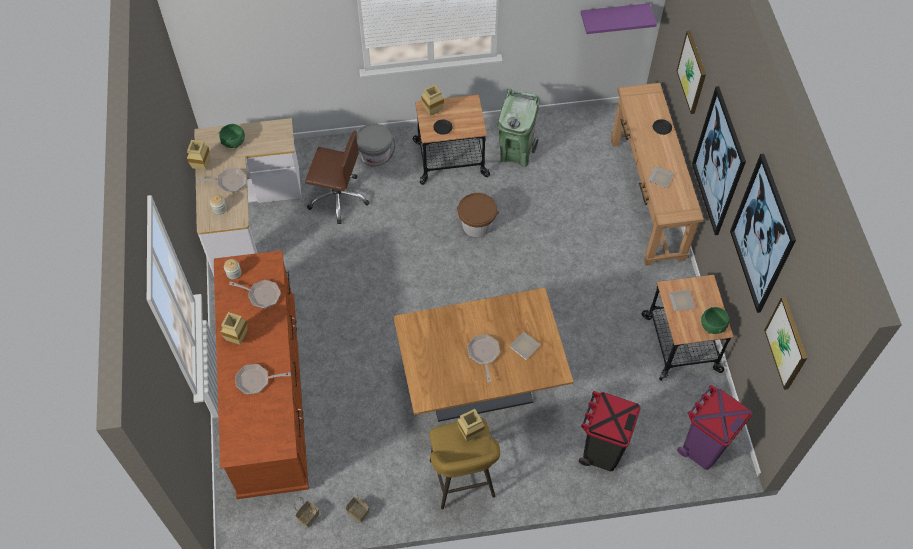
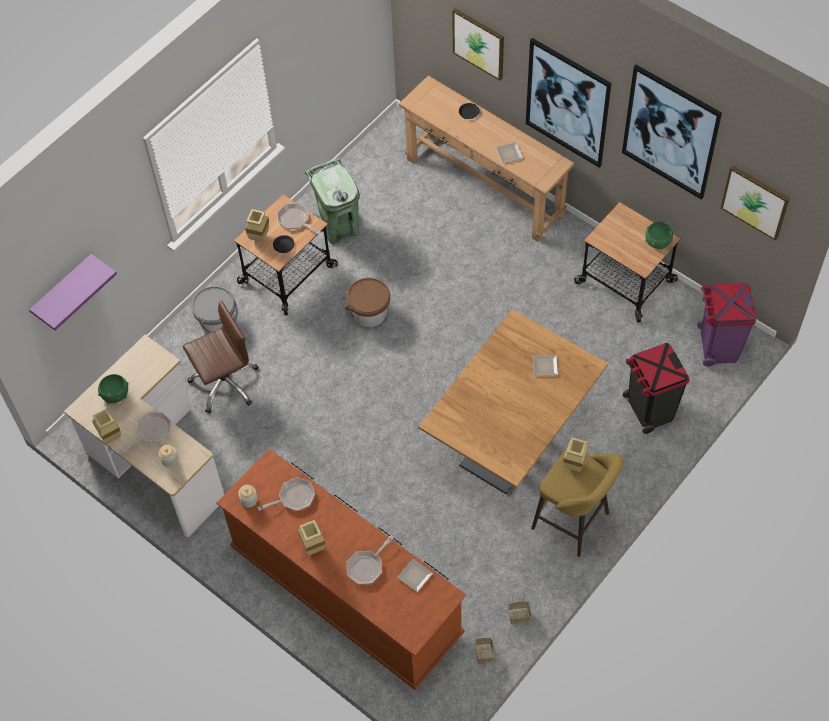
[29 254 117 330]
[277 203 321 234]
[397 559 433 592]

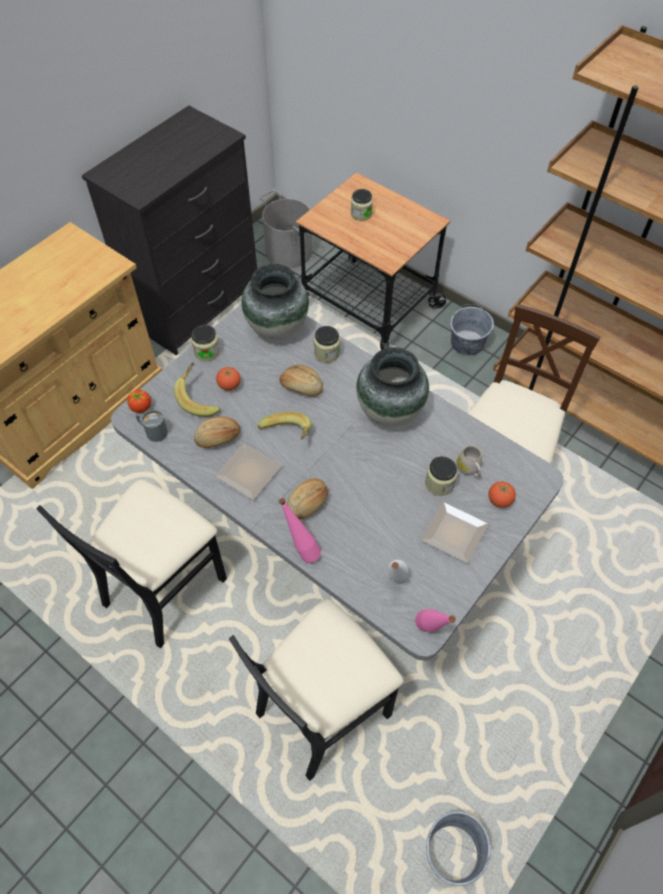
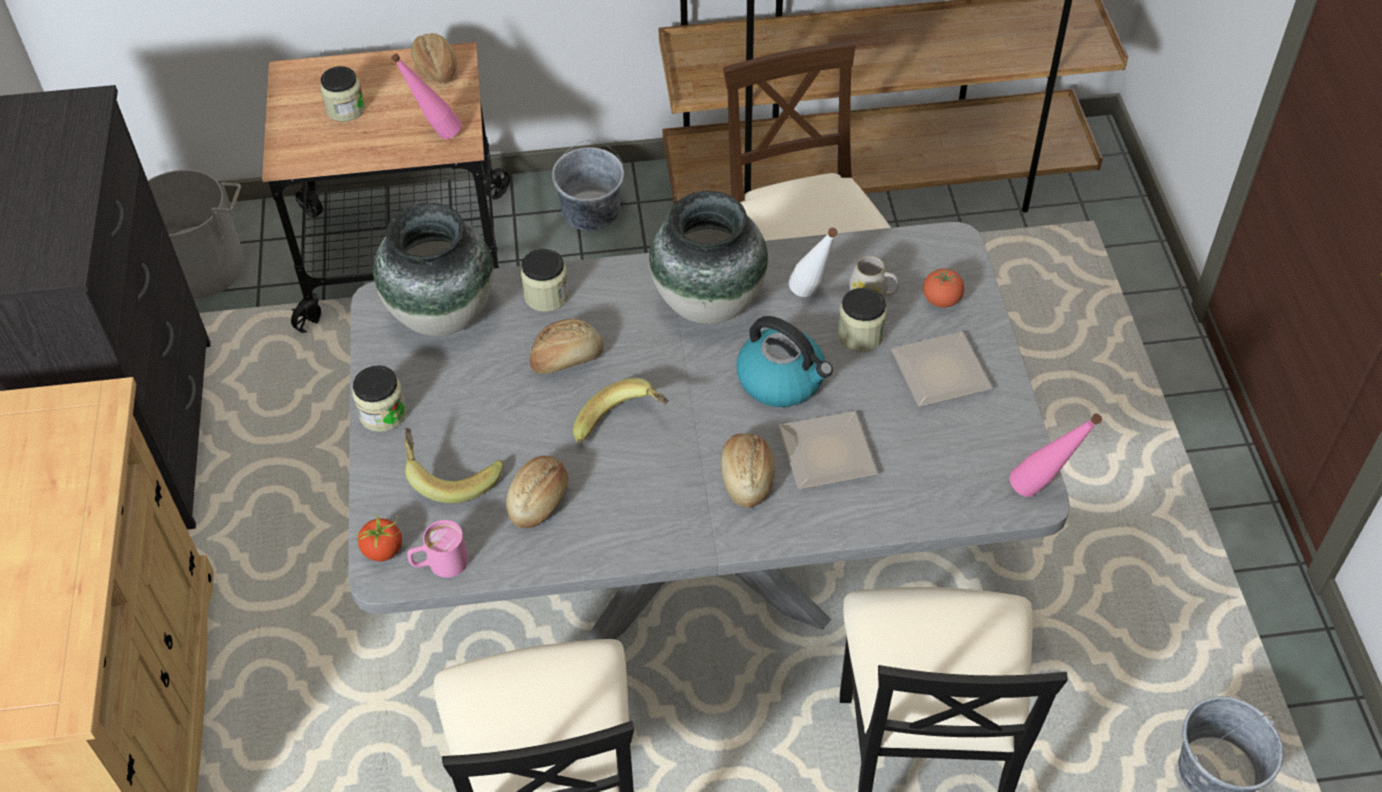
[391 53 462 139]
[407 520 468 578]
[411 33 457 83]
[736 316 833 407]
[778 411 878 489]
[789 228 838 297]
[216 367 241 391] (first image)

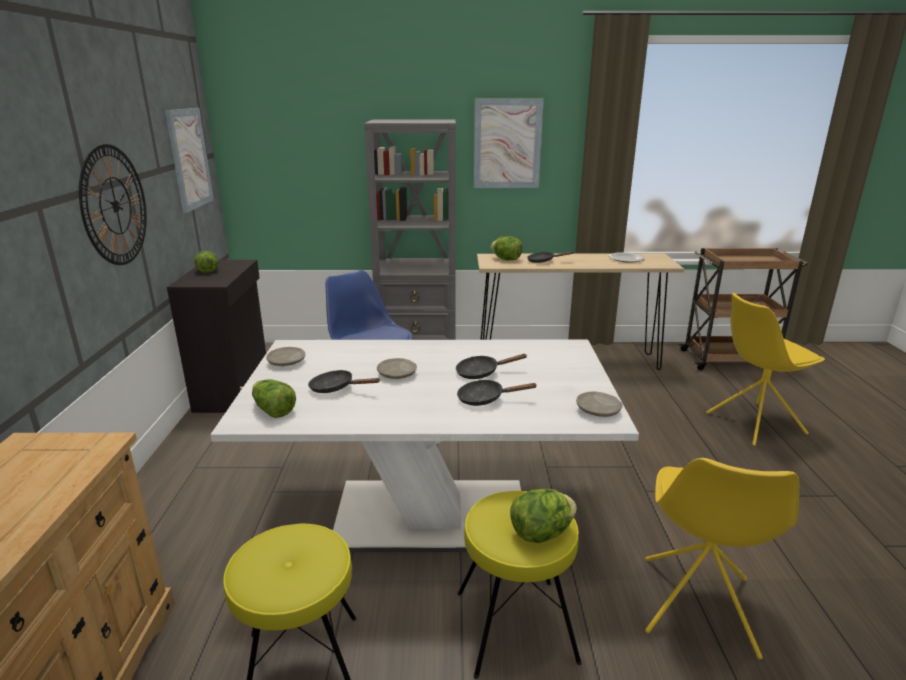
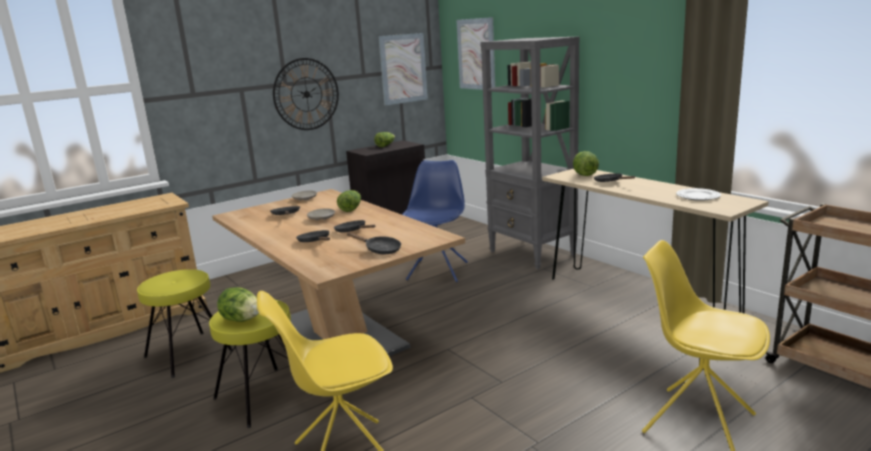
[212 189 465 356]
[337 190 361 212]
[347 232 401 254]
[457 17 495 90]
[576 391 623 417] (first image)

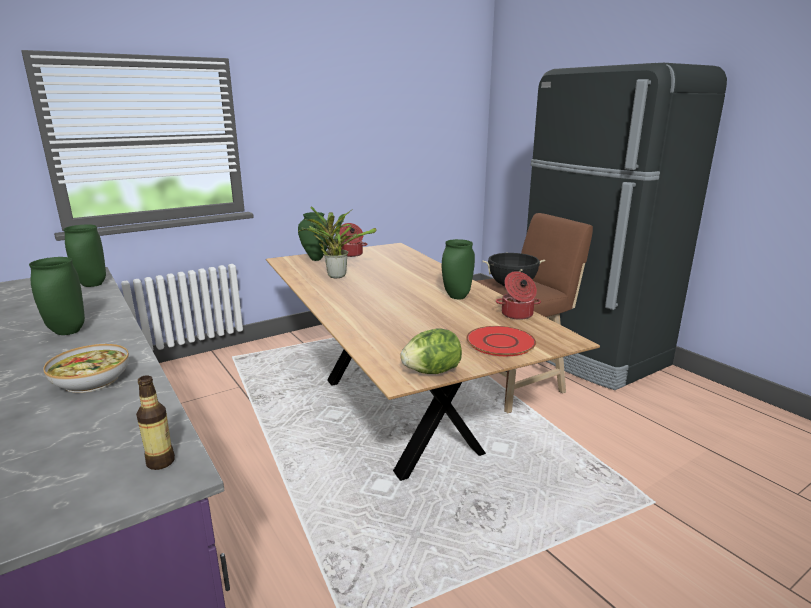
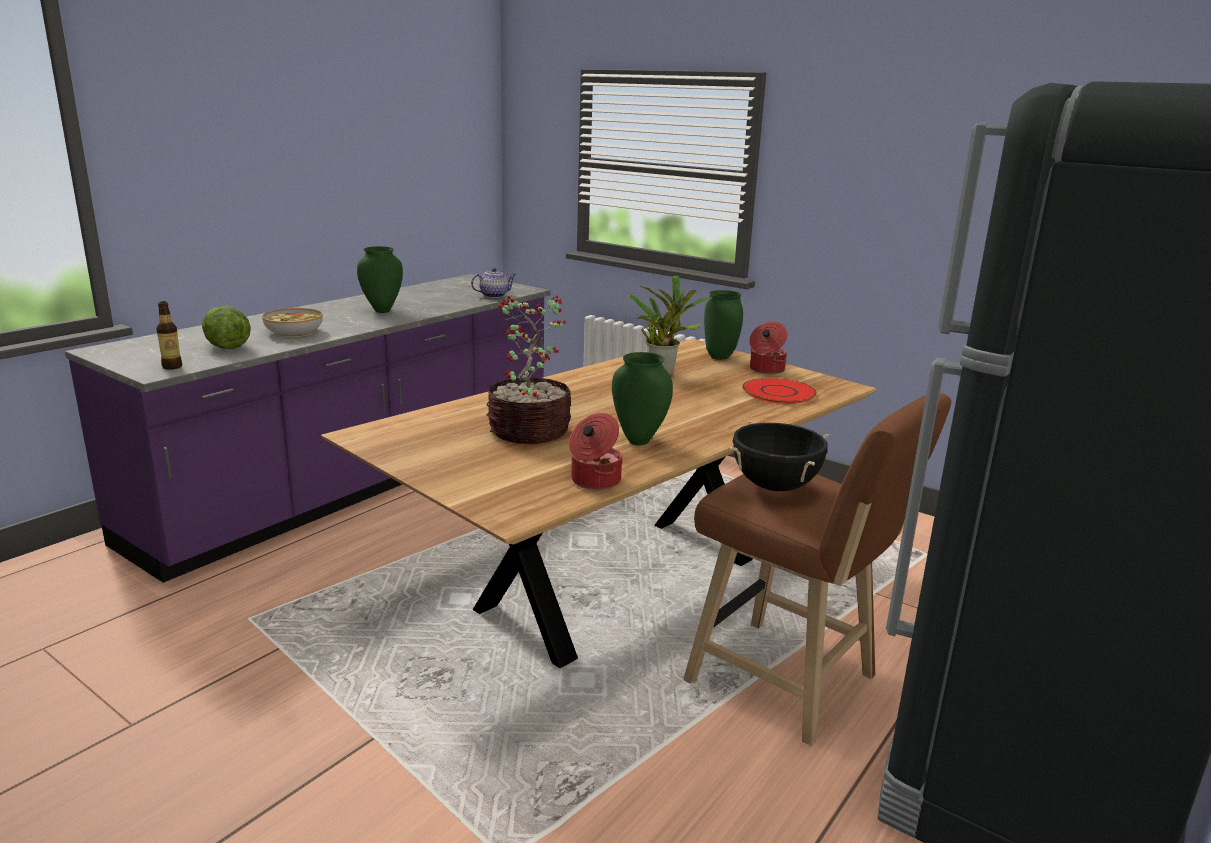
[202 306 251 349]
[471 268 516 298]
[486 296 571 444]
[742 378 817 404]

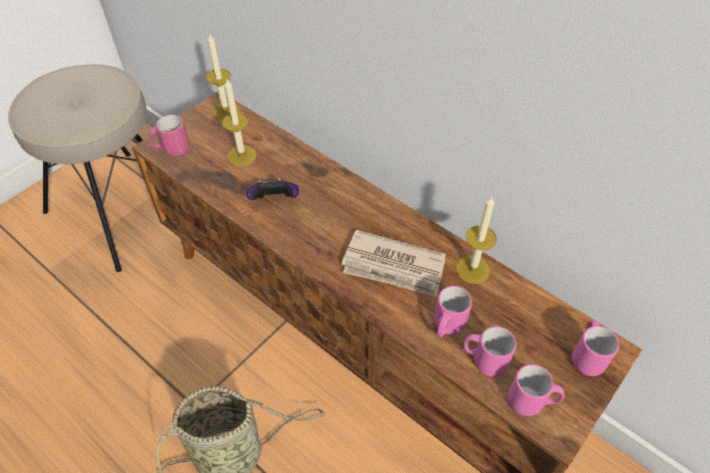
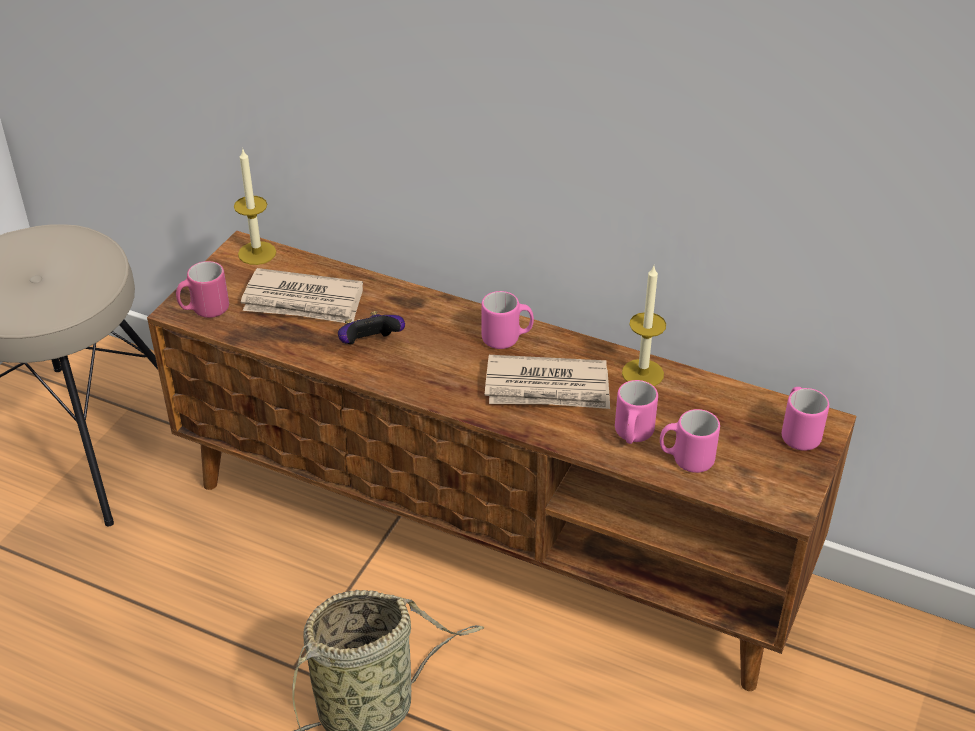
[241 268 363 323]
[481 291 534 349]

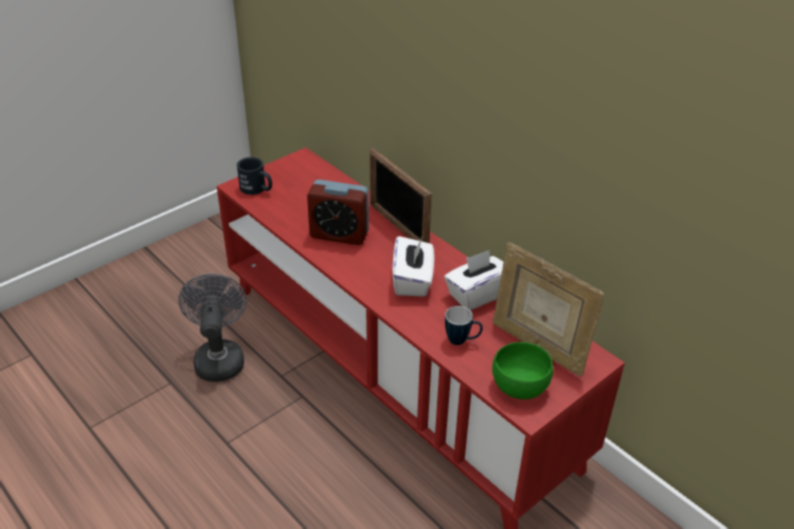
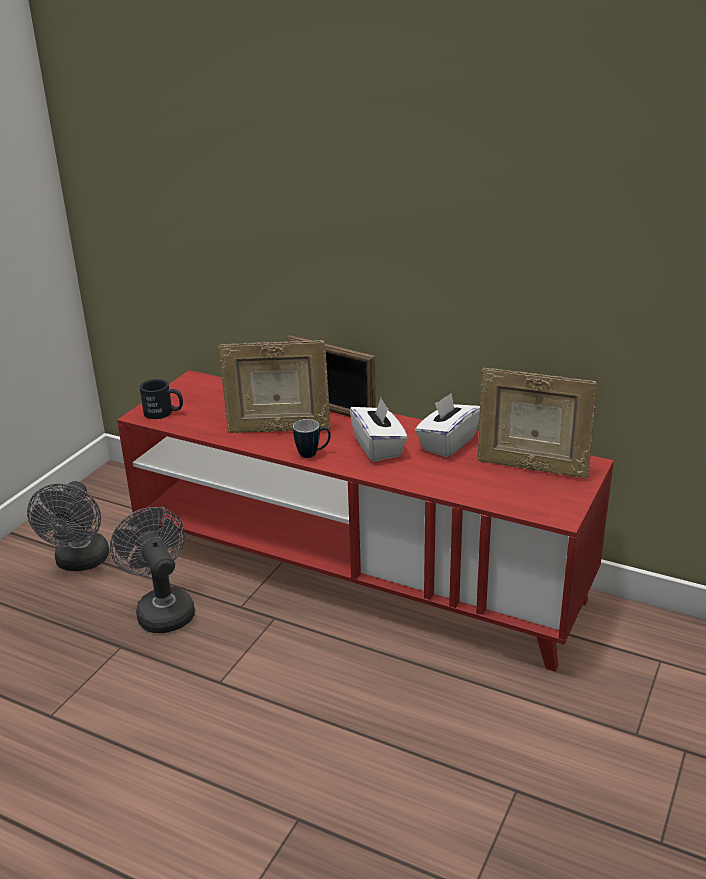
[27 481 109 571]
[218 340 331 433]
[293 419 331 458]
[492 342 553 399] (first image)

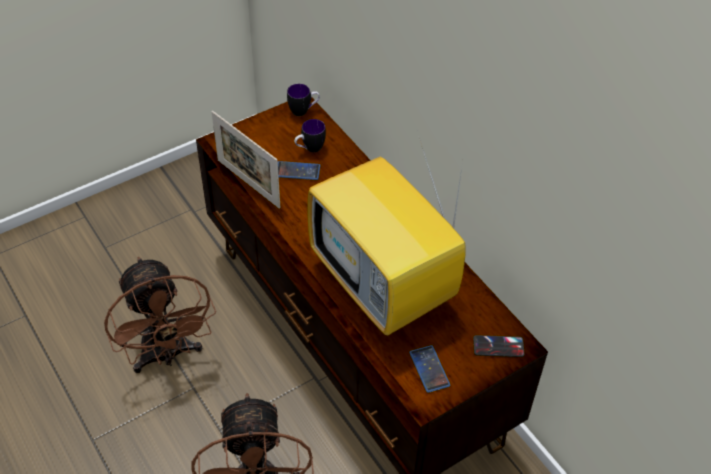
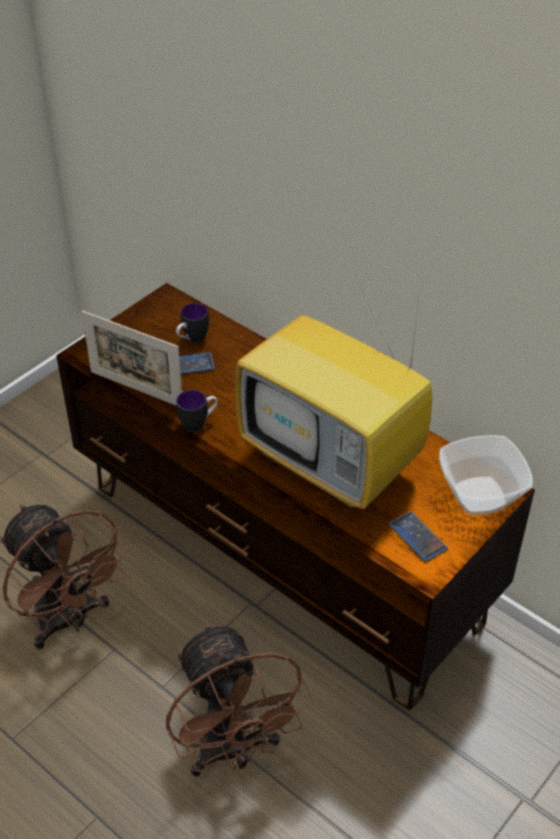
[176 390 218 432]
[439 435 533 515]

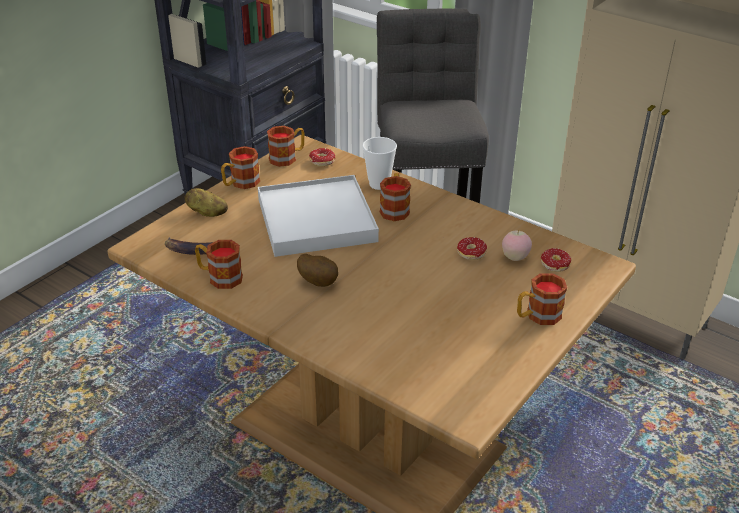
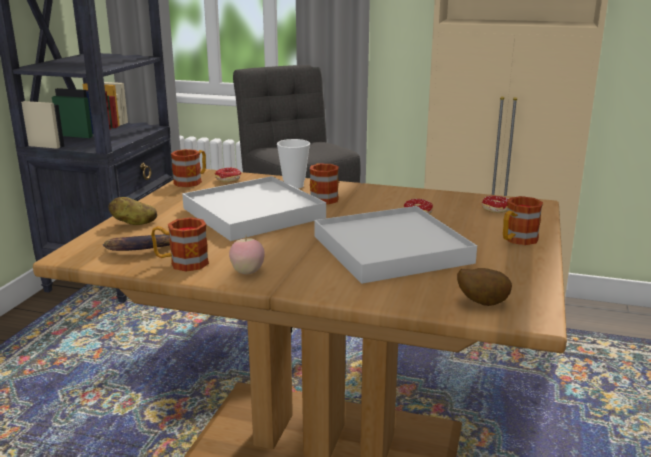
[229 237 265 275]
[314 206 477 284]
[457 268 512 306]
[221 146 260 189] (first image)

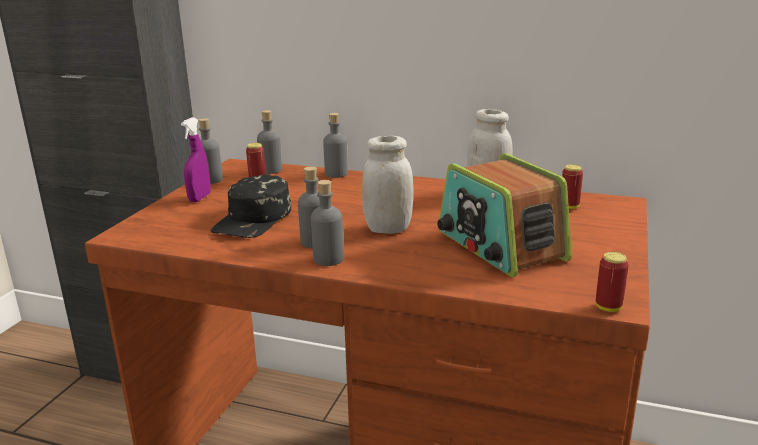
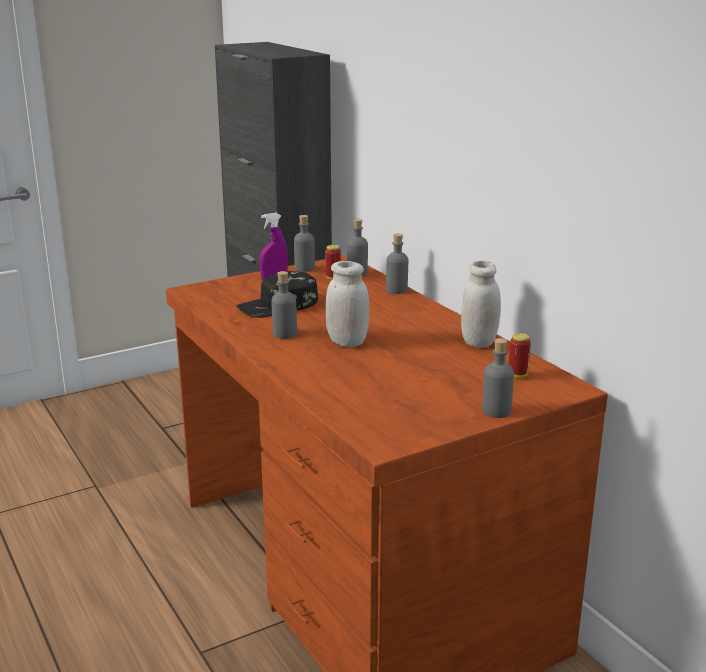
[482 338 514 418]
[437 153 572 277] (first image)
[596 252 629 312] (first image)

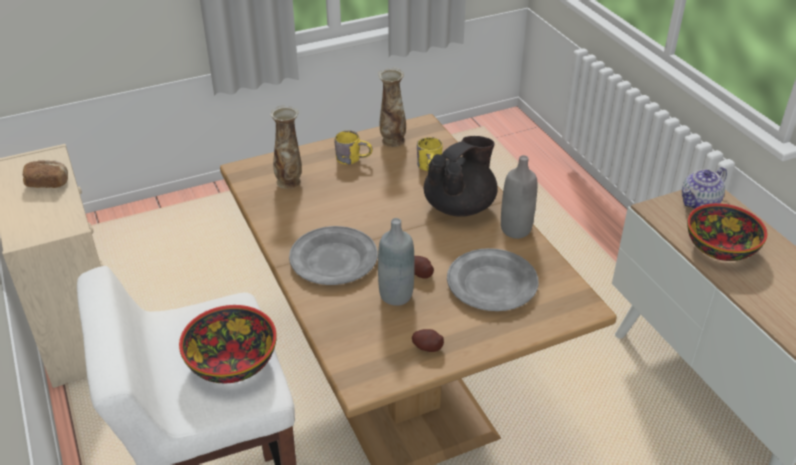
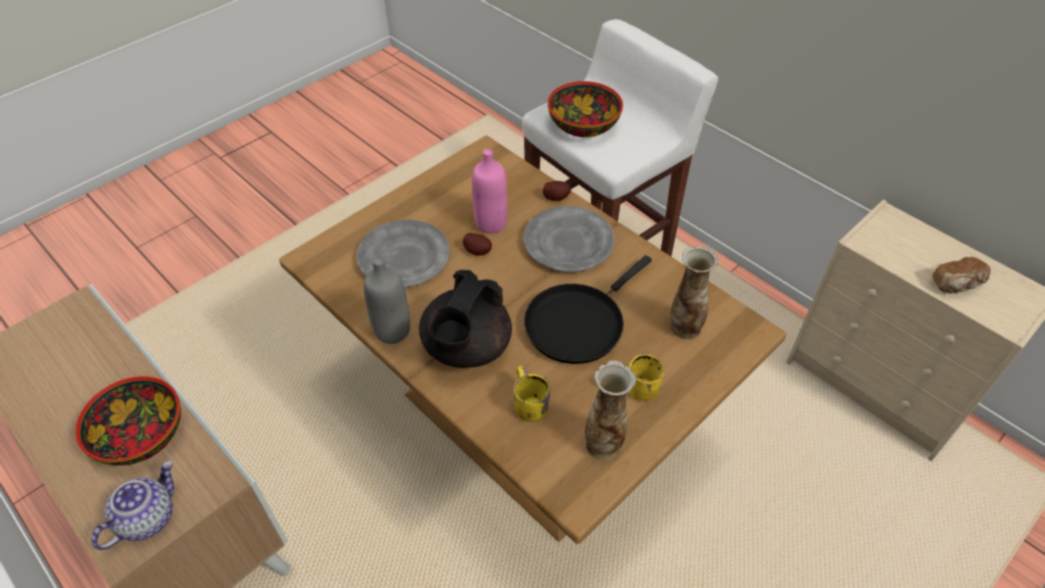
[472 149 507 234]
[524 255 652 364]
[543 181 571 201]

